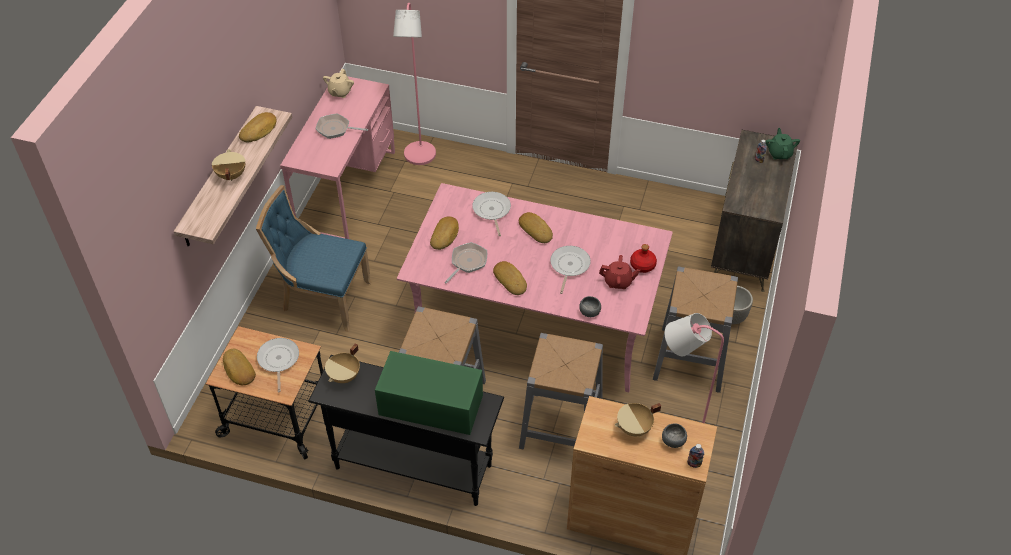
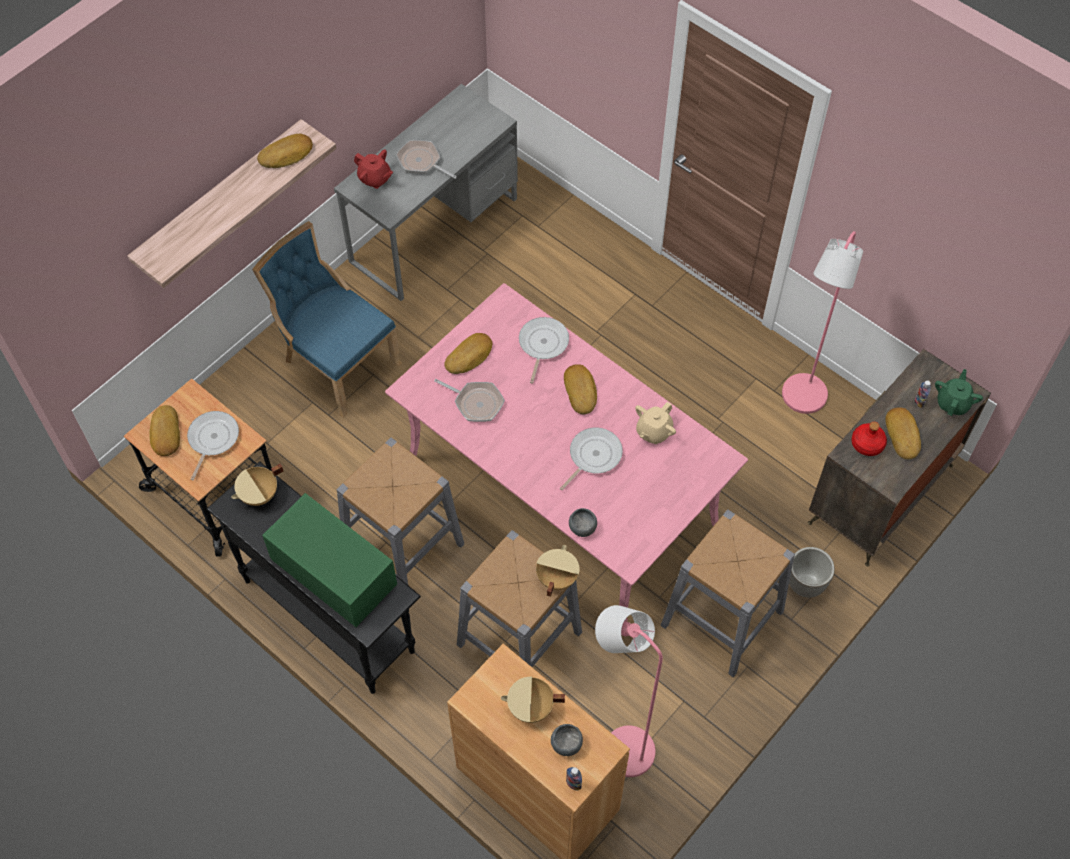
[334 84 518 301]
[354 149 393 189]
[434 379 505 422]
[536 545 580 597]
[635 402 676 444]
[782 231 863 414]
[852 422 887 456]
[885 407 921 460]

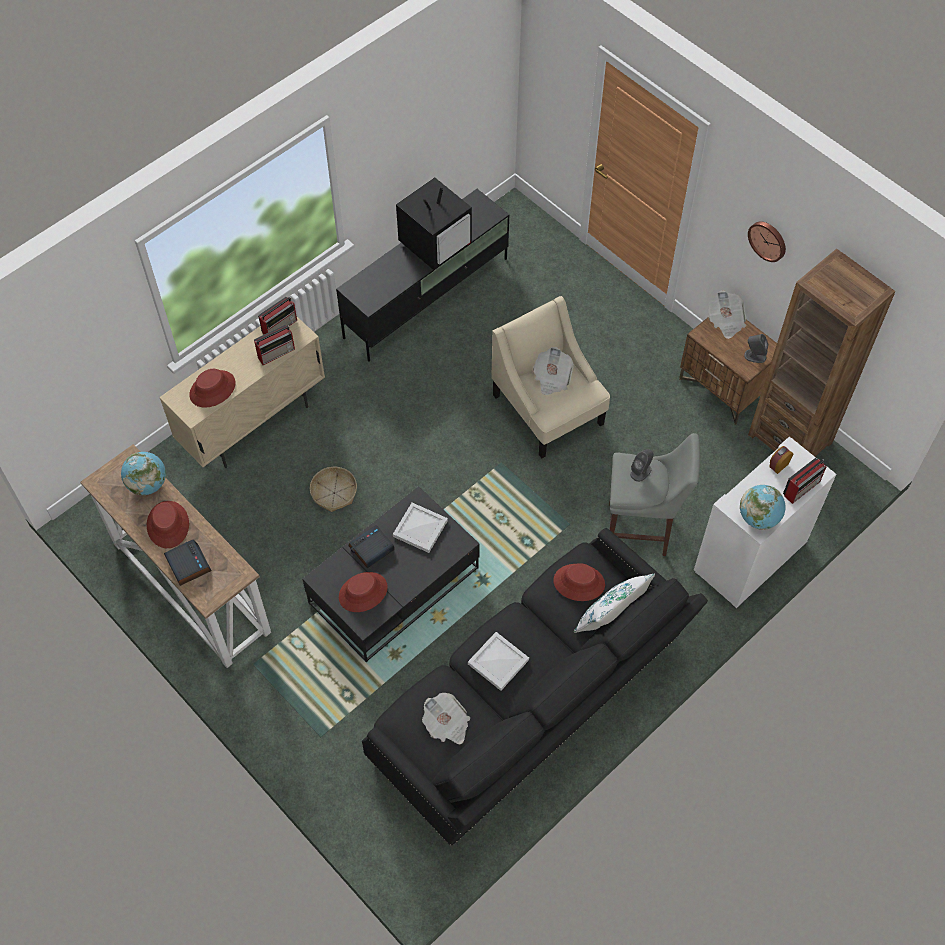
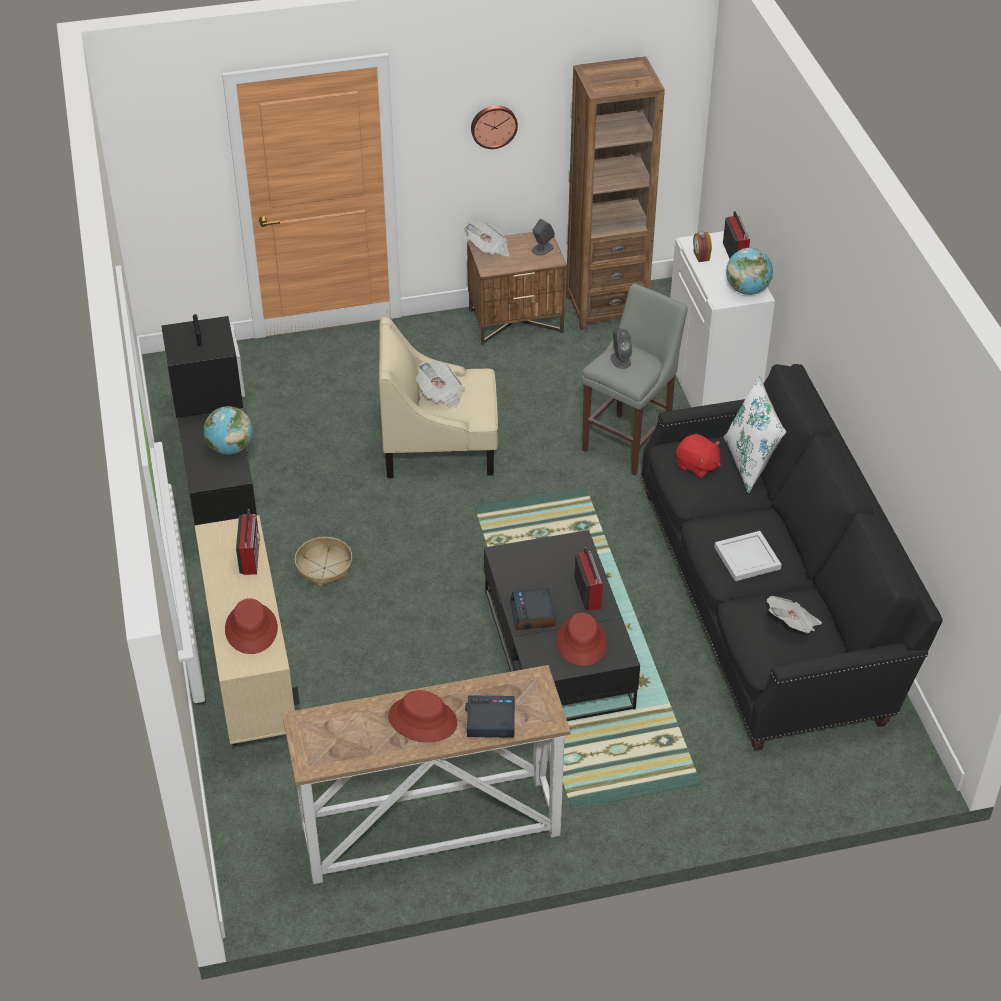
[204 406 253 455]
[295 537 352 587]
[574 547 603 611]
[676 434 721 478]
[393 503 448 553] (first image)

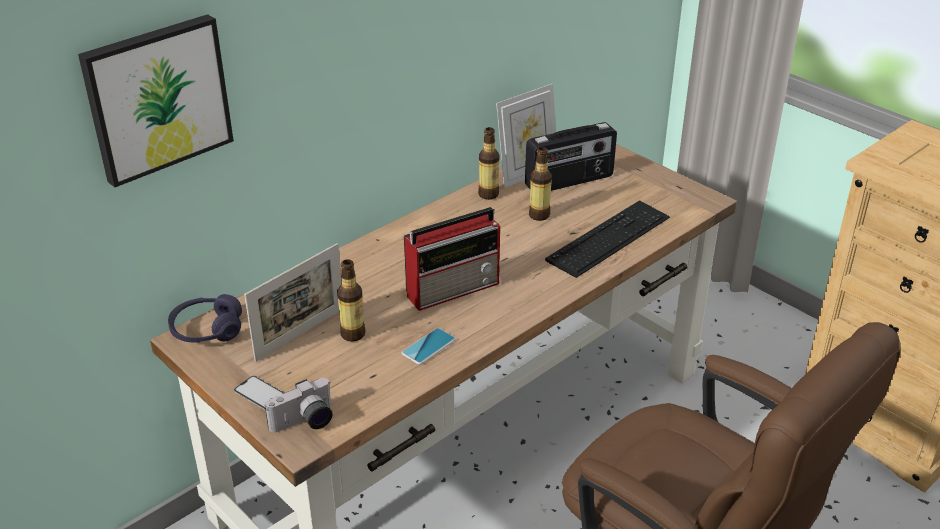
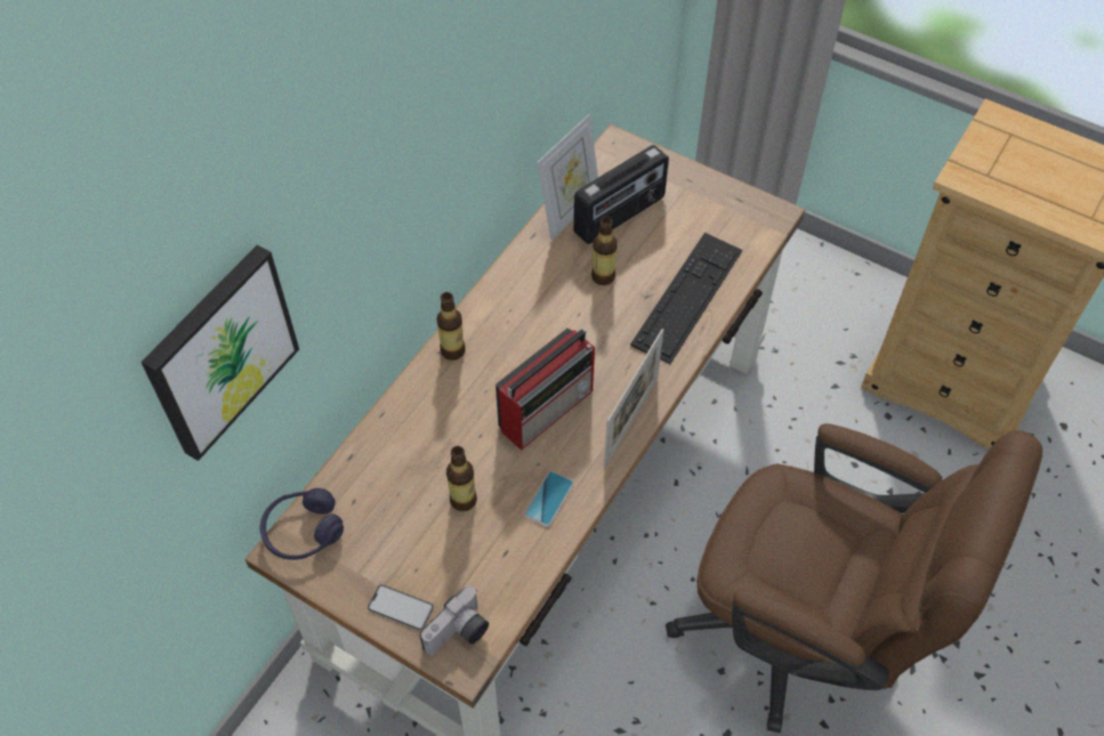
[437 292 465 360]
[604 329 664 467]

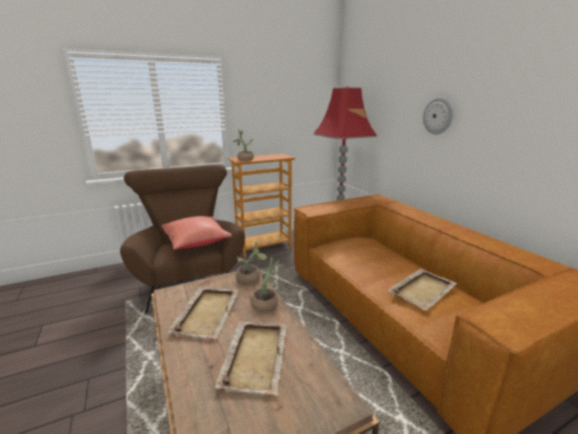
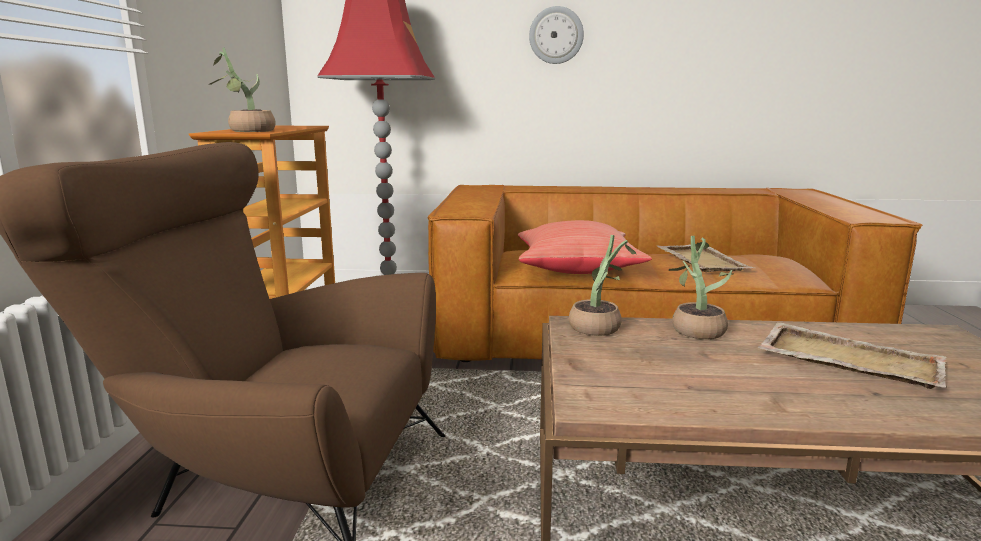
[518 220 652 274]
[168 287 239 339] (first image)

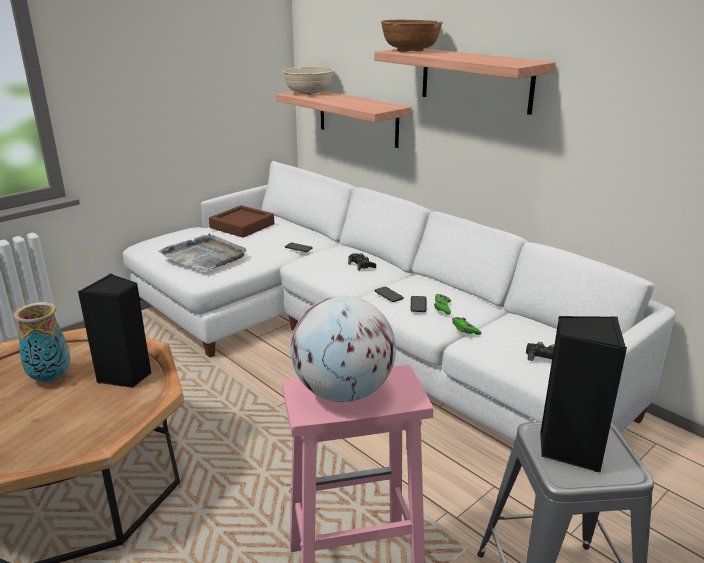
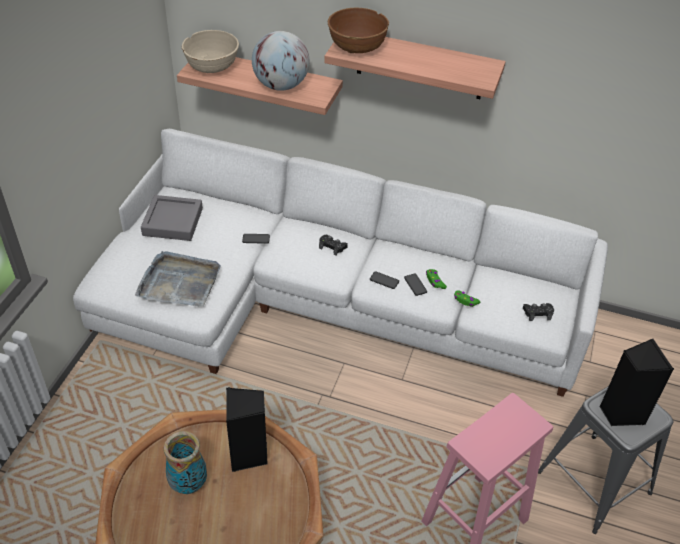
[141 195 203 241]
[252 31 310 91]

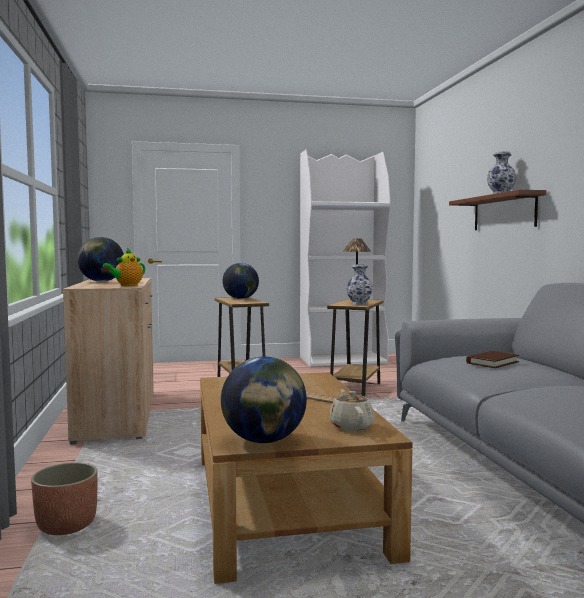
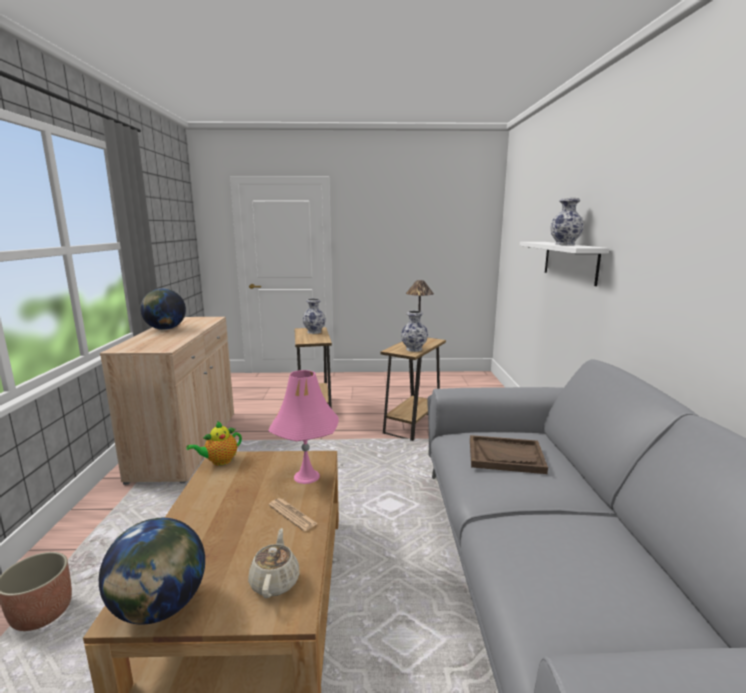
[186 421 242 466]
[268 370 339 484]
[302 299 326 334]
[470 435 548 474]
[520 242 609 286]
[300 149 391 367] (first image)

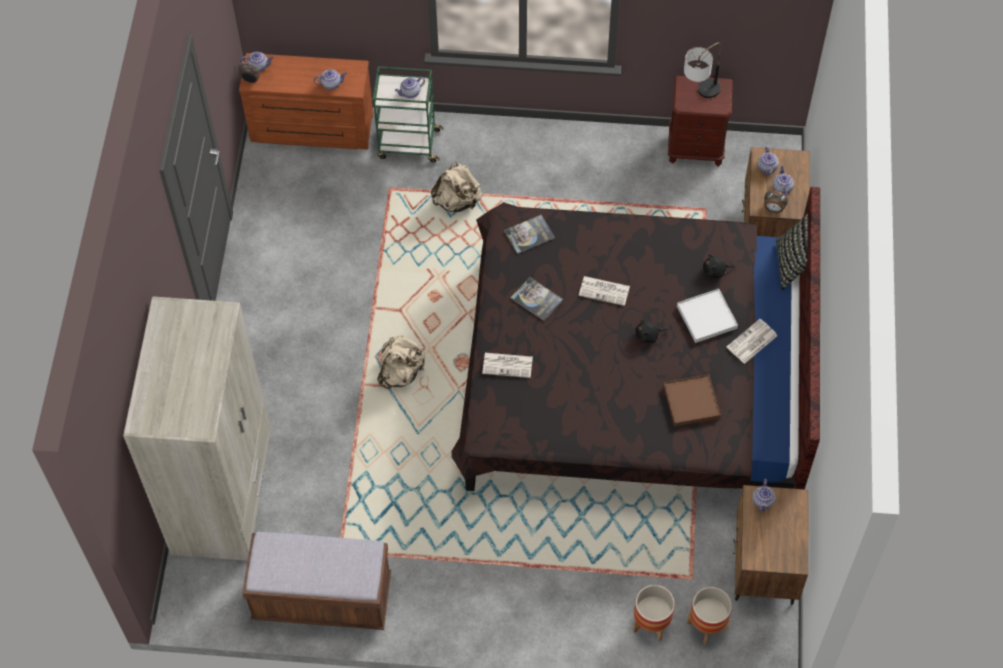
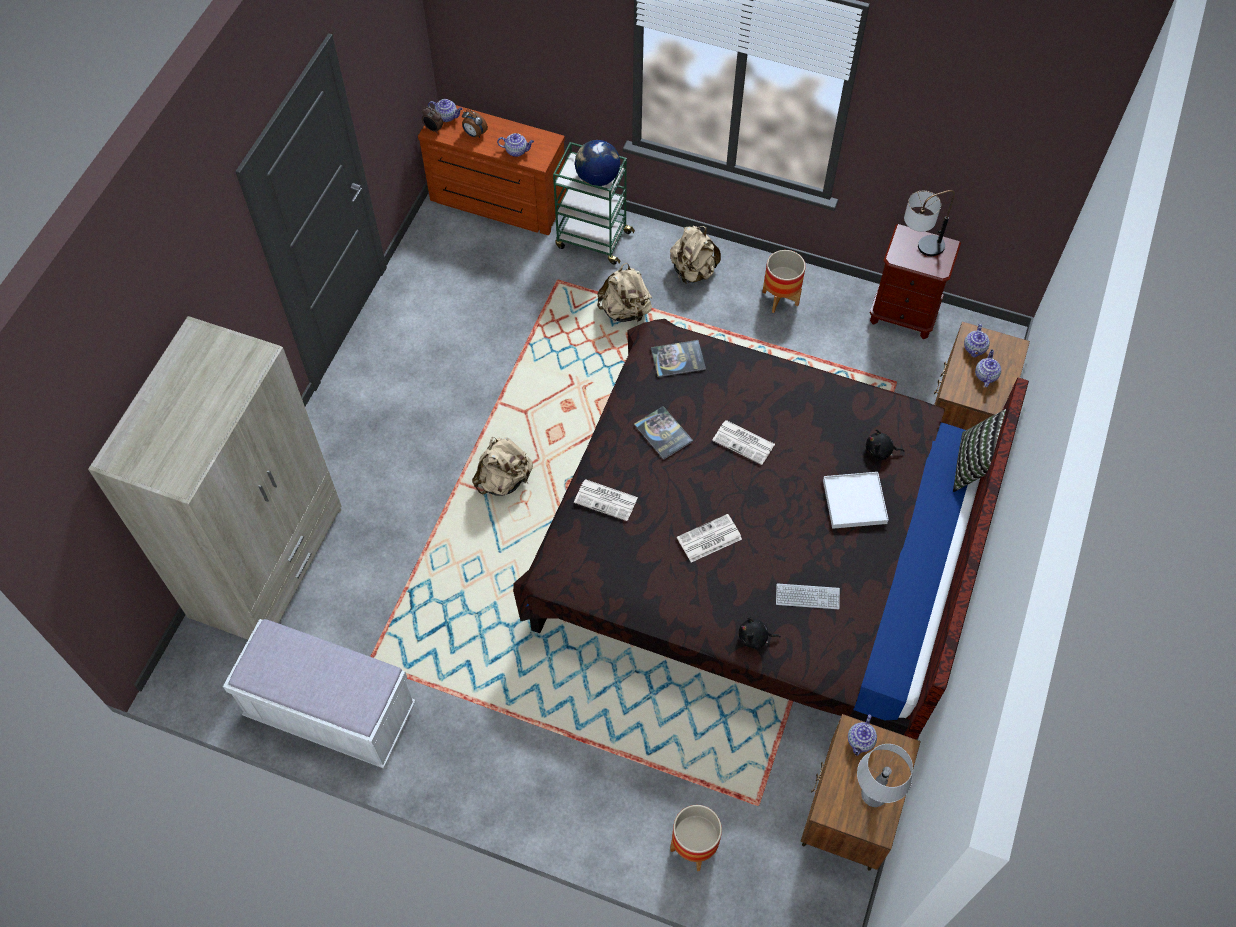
[223 619 416 769]
[462 110 488 138]
[575 140 620 186]
[670 226 721 284]
[677 514 742 562]
[739 617 781 649]
[762 250 806 313]
[776 583 840 609]
[857 744 913 807]

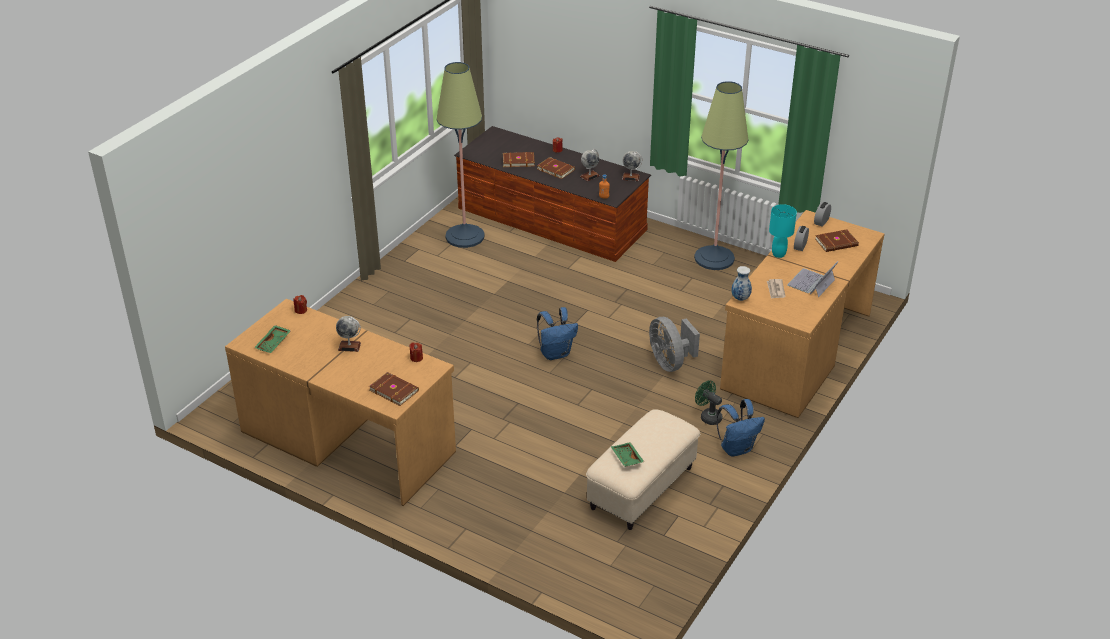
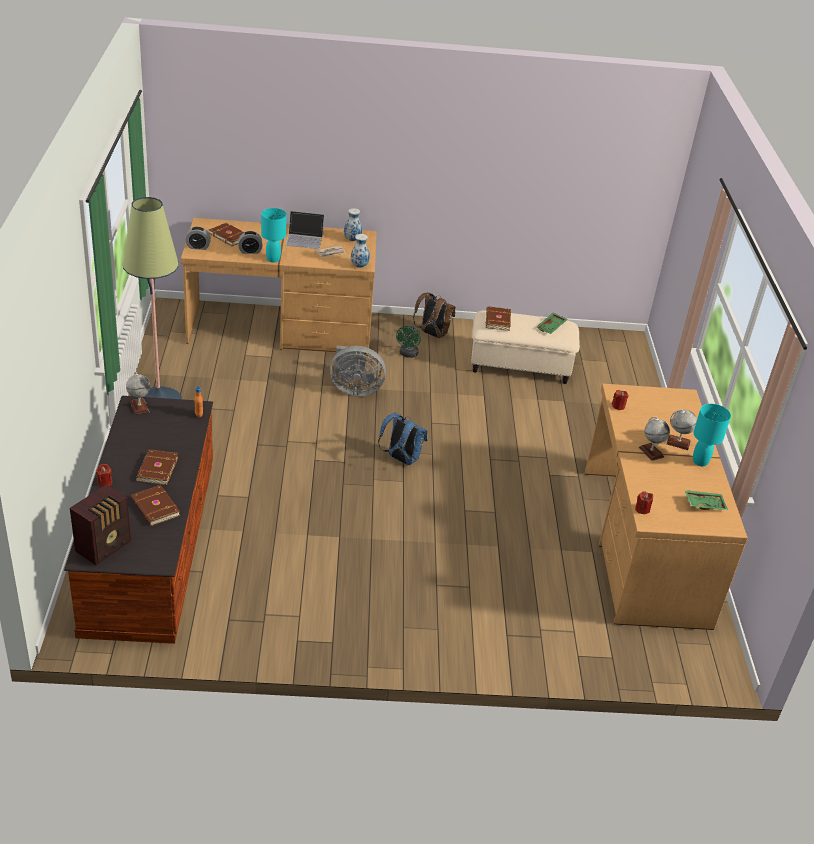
[70 484 131 565]
[330 346 386 396]
[344 208 362 241]
[413 293 456 338]
[486 306 511 331]
[666 409 697 450]
[693 404 731 466]
[436 62 485 248] (first image)

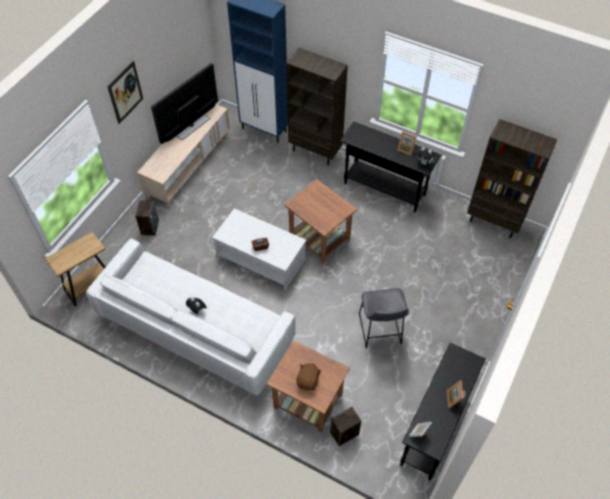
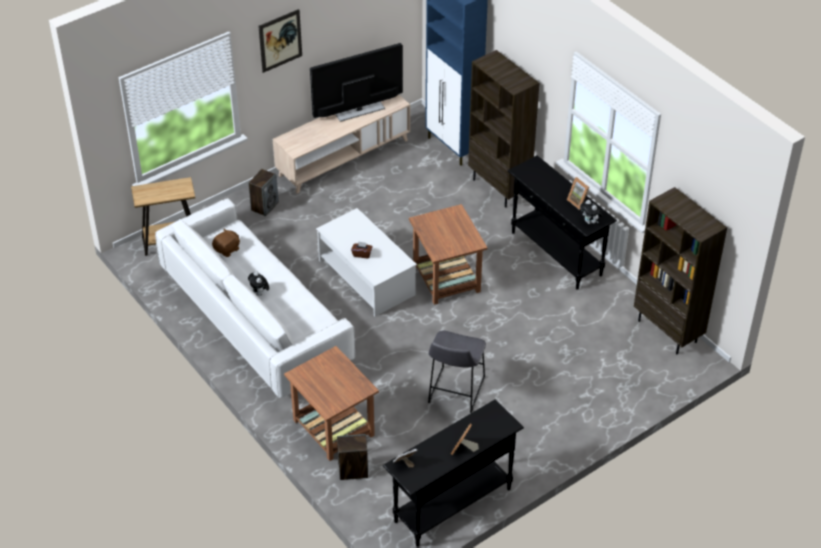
[212 229 240 257]

